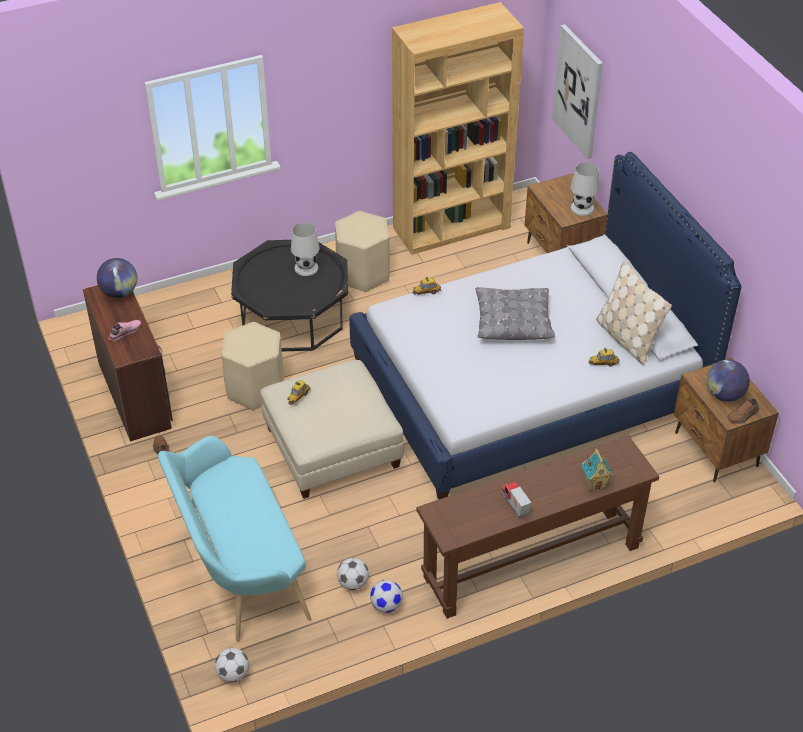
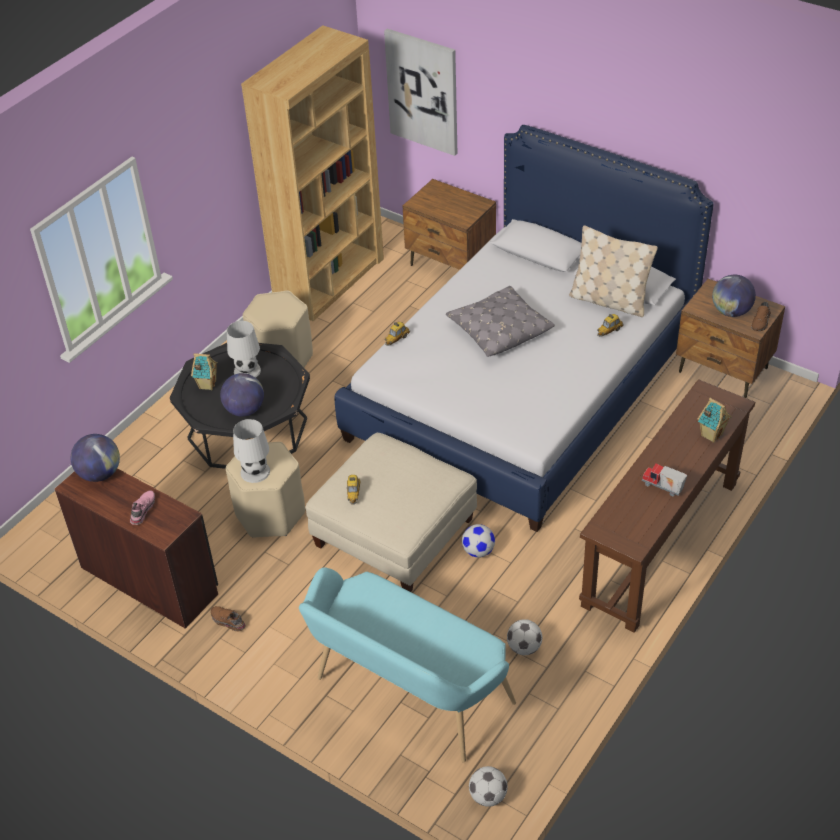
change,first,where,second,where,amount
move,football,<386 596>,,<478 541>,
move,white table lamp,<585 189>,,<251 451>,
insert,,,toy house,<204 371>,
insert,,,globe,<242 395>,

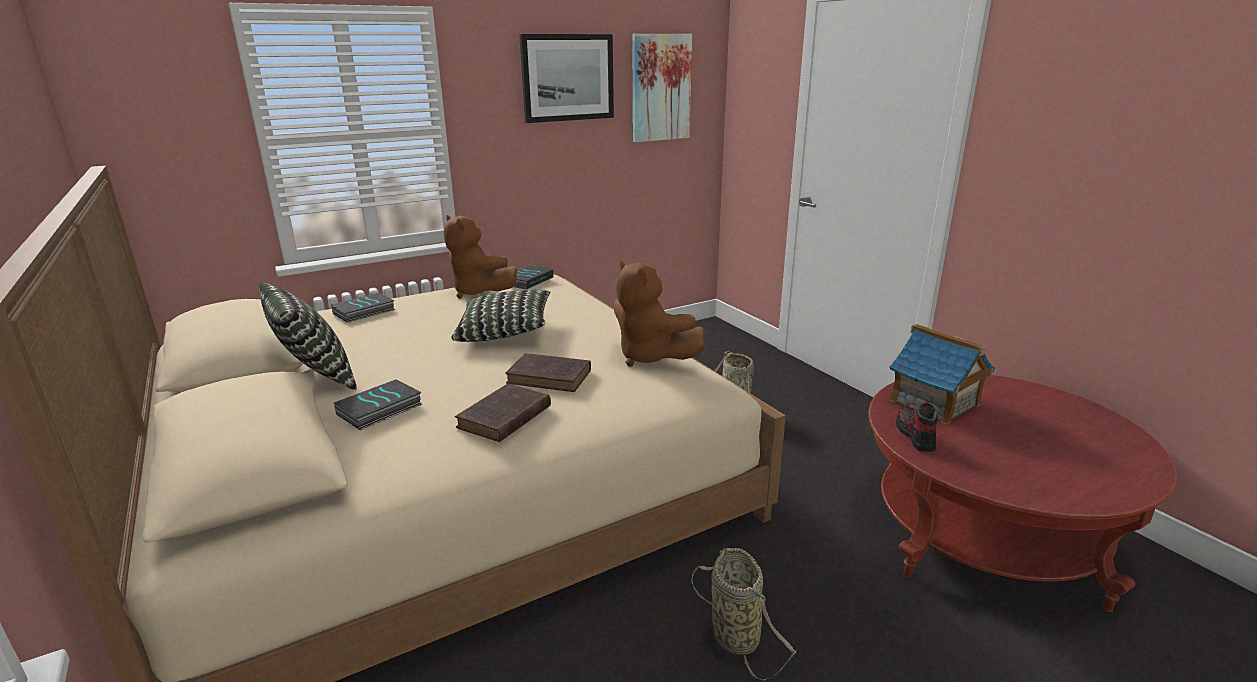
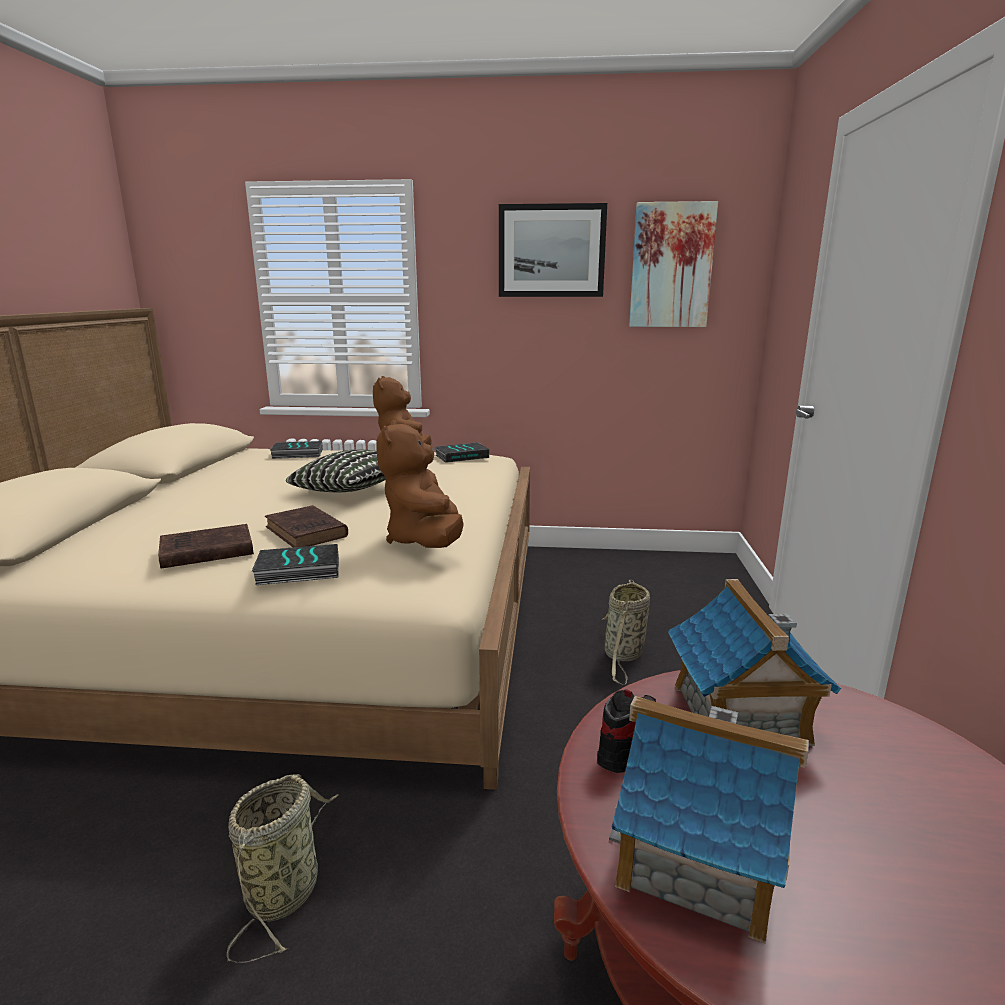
change,first,where,second,where,amount
delete,pillow,<308 336>,,,
move,book,<378 404>,,<295 564>,
insert,,,toy house,<709 819>,

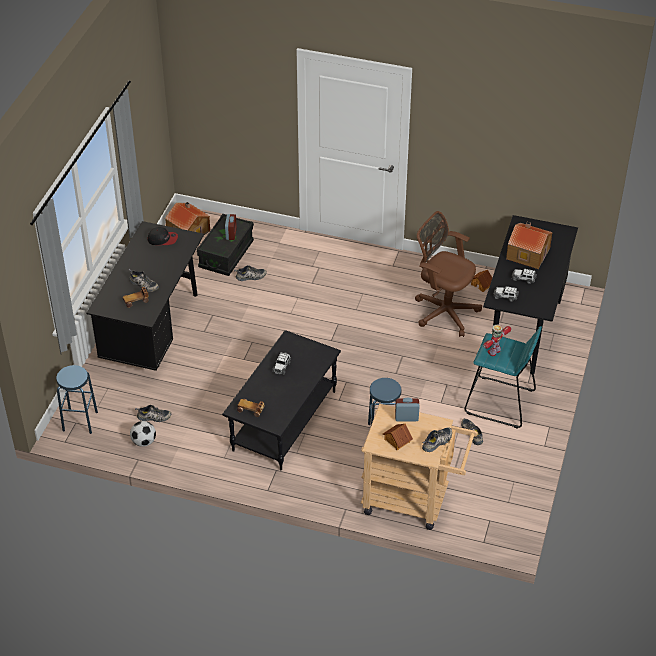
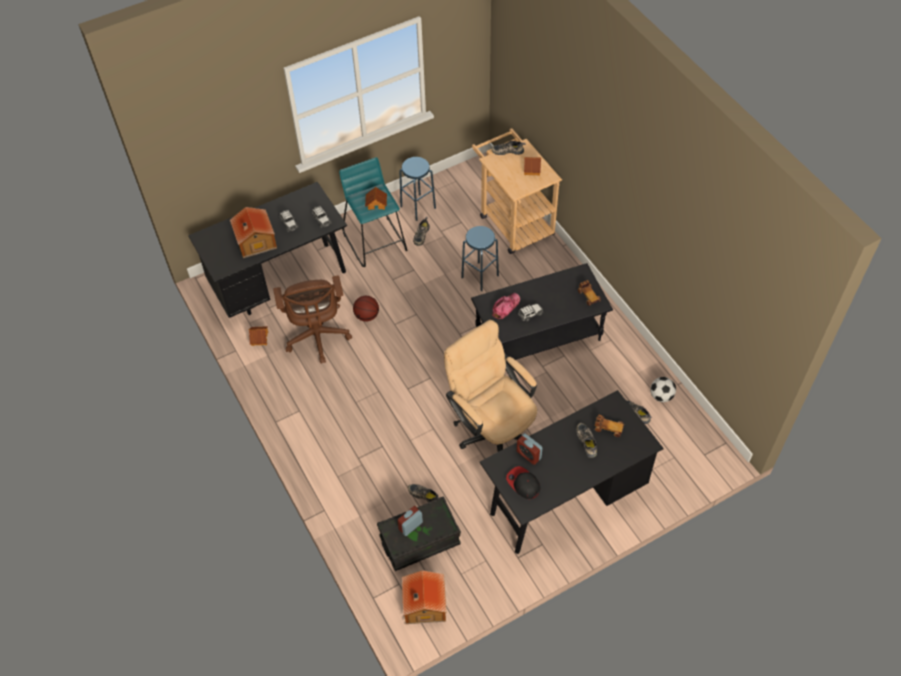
change,first,where,second,where,amount
move,blue stool,<77 399>,,<418 189>,
move,alarm clock,<407 409>,,<530 449>,
replace,toy robot,<497 340>,toy house,<376 198>,
insert,,,basketball,<366 309>,
insert,,,beige office chair,<490 386>,
insert,,,cap,<506 306>,

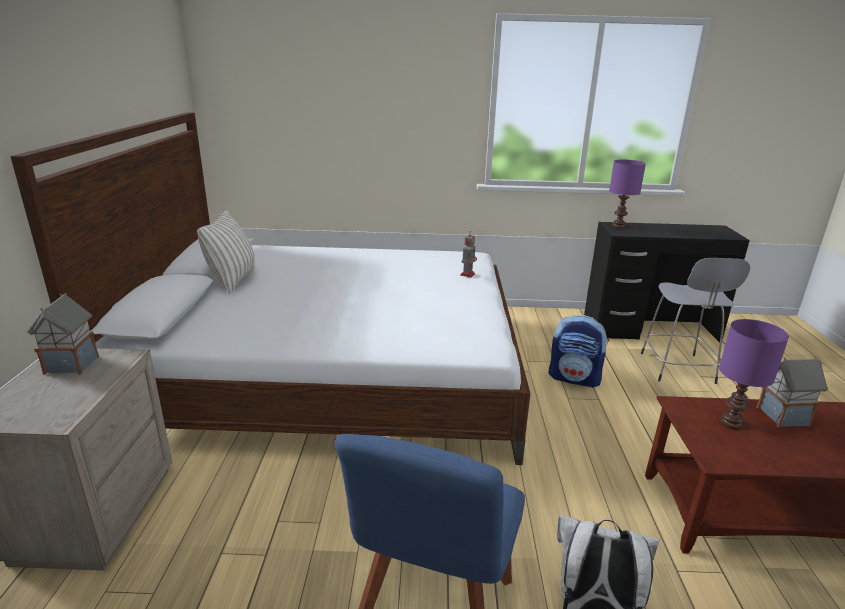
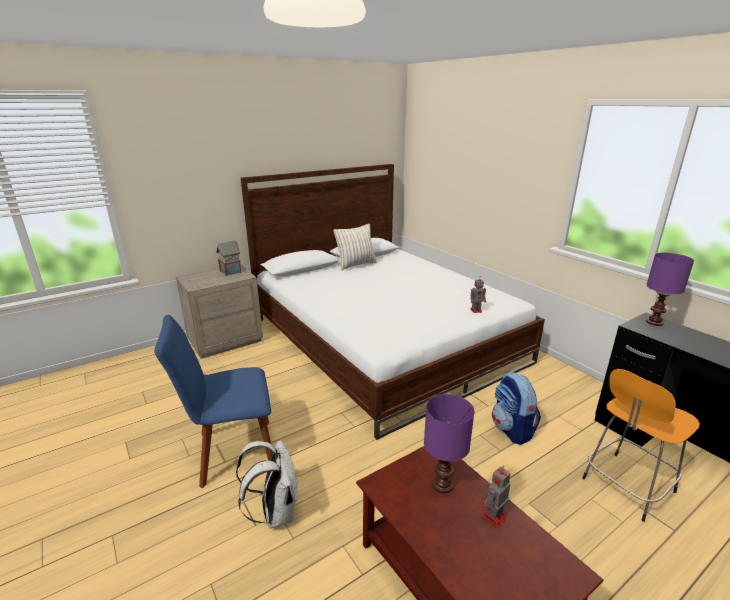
change,first,where,second,where,amount
recolor,grey stool,<695 321>,orange stool,<641 445>,
replace,toy house,<792 392>,toy robot,<496 496>,

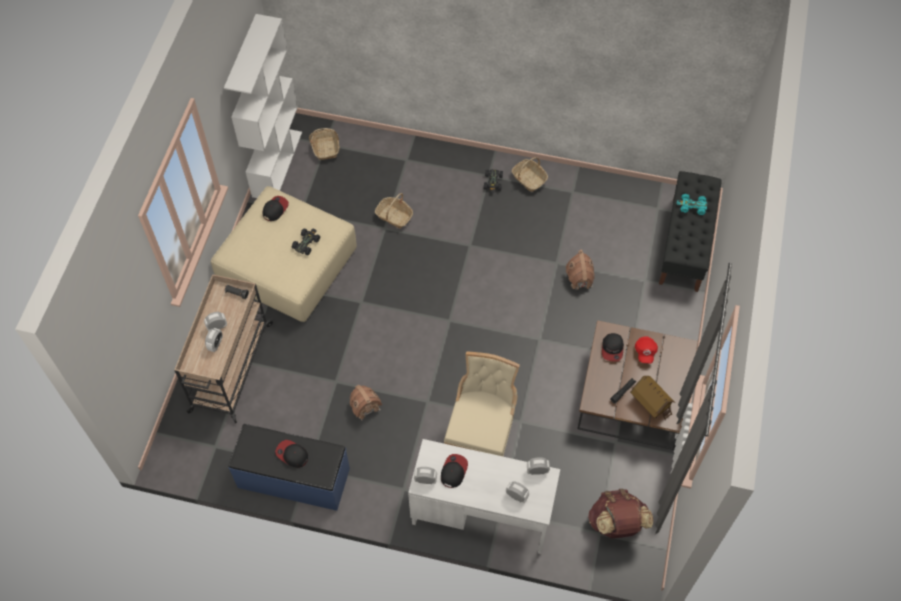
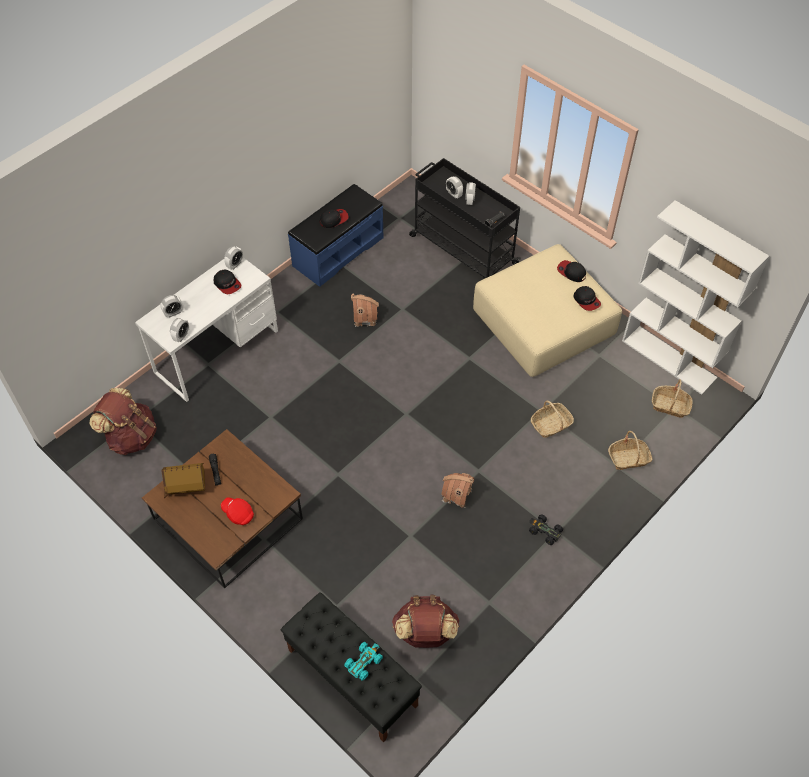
change,first,where,second,where,amount
recolor,beige cart,<223 348>,black cart,<465 218>,
delete,black toy car,<305 242>,,,
delete,beige chair,<482 404>,,,
move,basket,<530 174>,,<630 450>,
move,toy house,<580 270>,,<457 490>,
move,cap,<613 347>,,<571 271>,
insert,,,brown backpack,<425 621>,

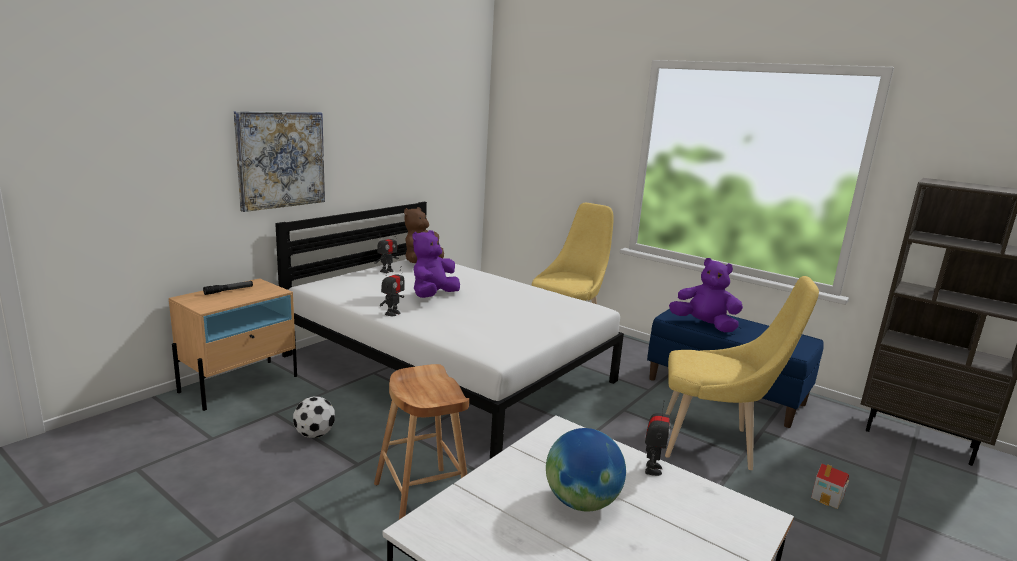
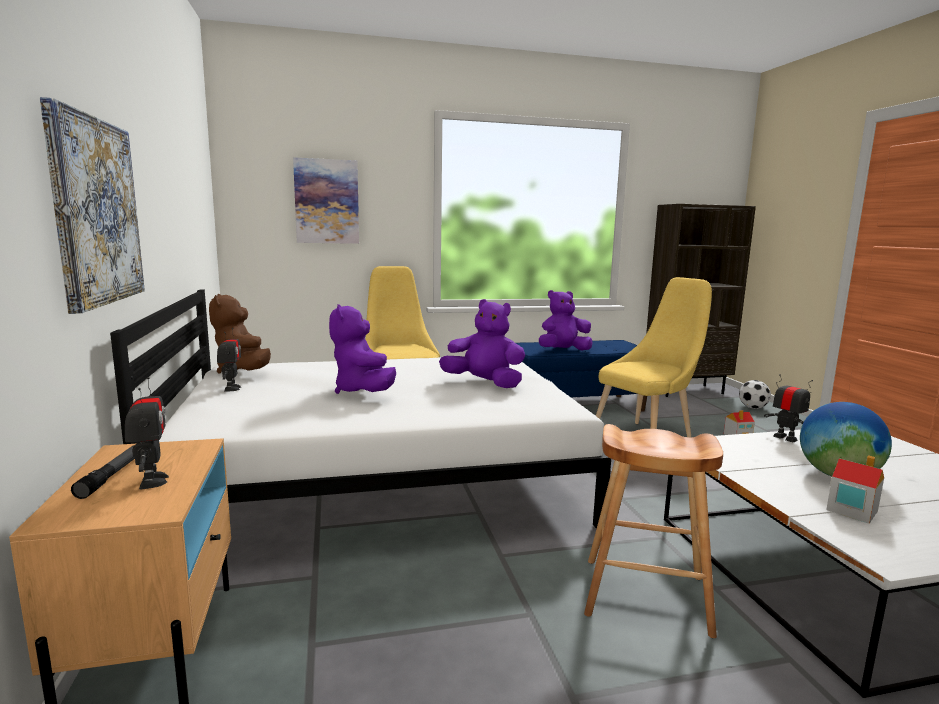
change,first,where,second,where,amount
move,football,<314 417>,,<755 394>,
move,toy robot,<392 291>,,<147 433>,
insert,,,picture,<326 200>,
insert,,,purple plush toy,<482 343>,
insert,,,toy house,<855 489>,

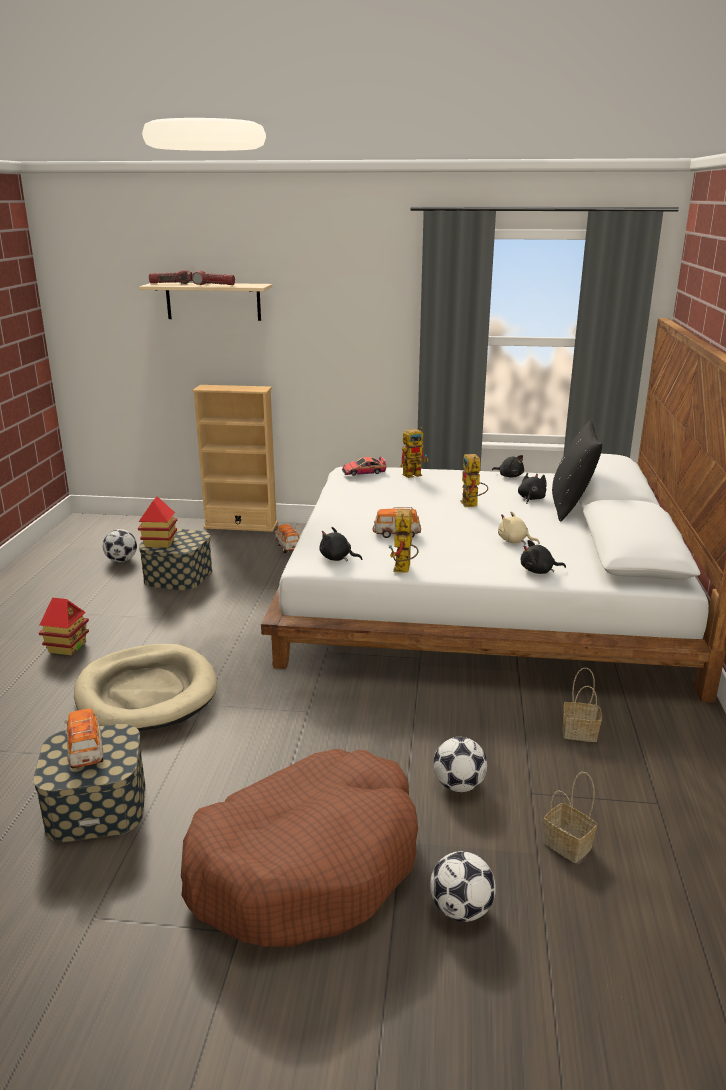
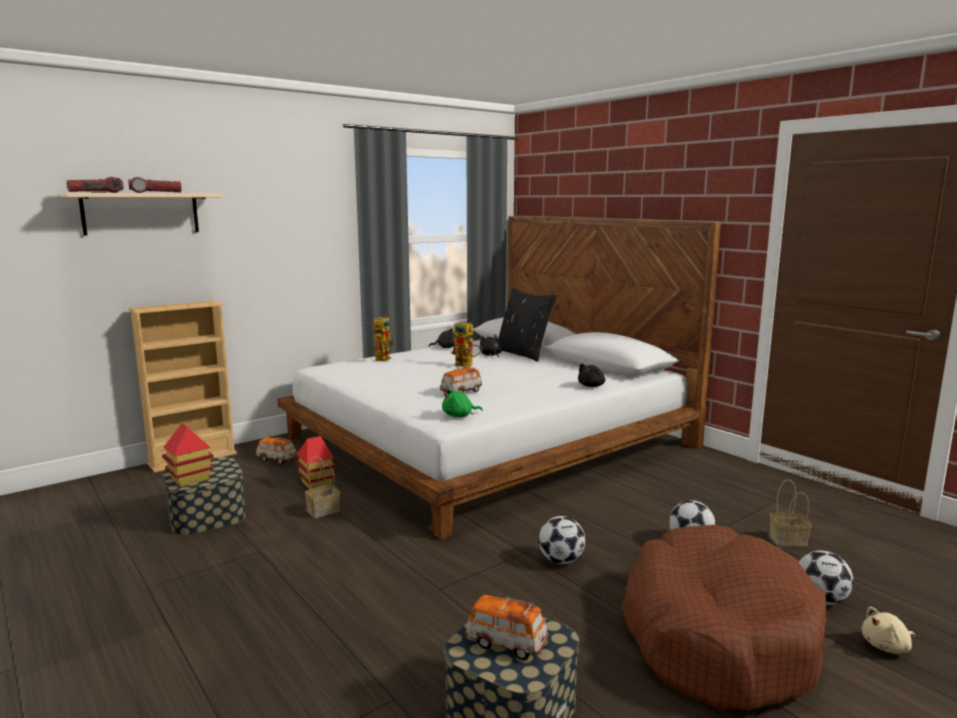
change,first,where,second,where,amount
move,toy house,<64 626>,,<316 462>,
delete,beige dog bed,<145 687>,,,
move,football,<120 545>,,<562 540>,
recolor,black plush toy,<340 544>,green plush toy,<462 402>,
delete,toy car,<364 466>,,,
delete,toy robot,<403 541>,,,
move,beige plush toy,<519 528>,,<888 630>,
move,basket,<582 705>,,<322 487>,

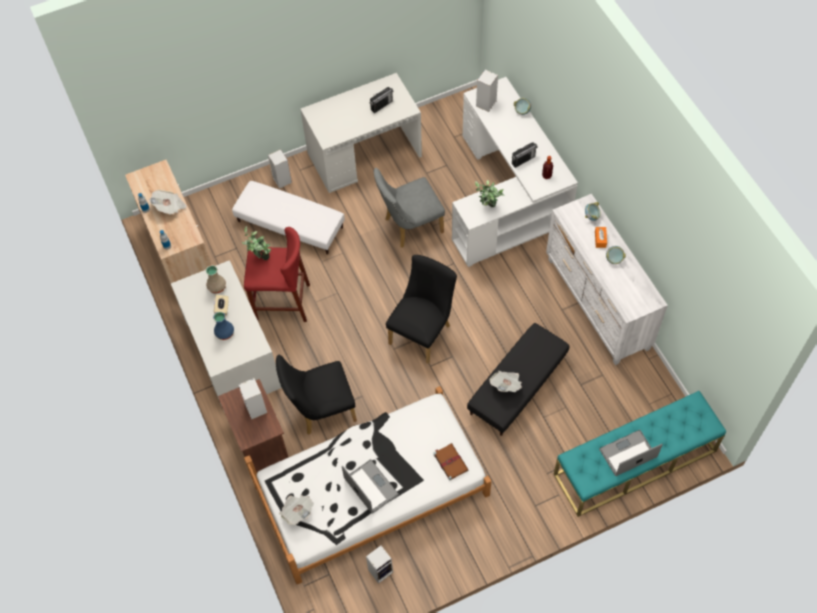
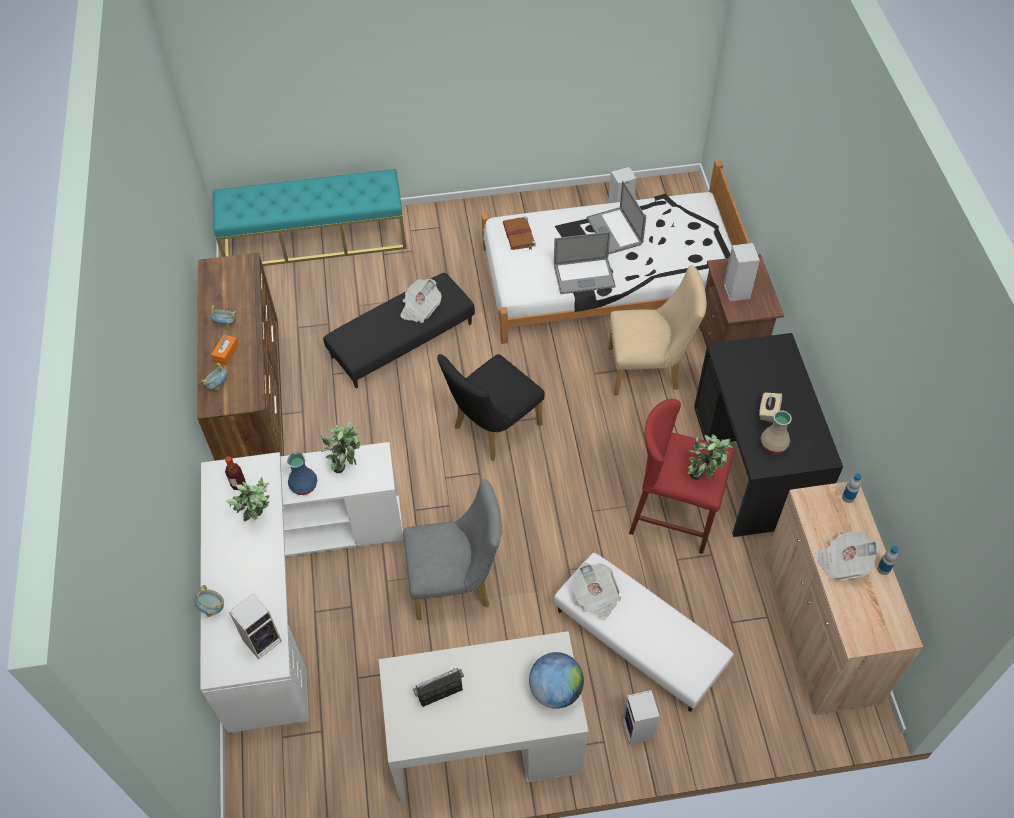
change,first,where,second,where,amount
recolor,white desk,<226 335>,black desk,<768 435>,
move,blue vase,<223 326>,,<302 473>,
recolor,black chair,<316 395>,beige chair,<657 330>,
move,newspaper,<296 510>,,<597 591>,
replace,radio,<525 155>,potted plant,<248 499>,
recolor,white dresser,<607 279>,brown dresser,<240 357>,
move,laptop,<631 453>,,<585 263>,
insert,,,globe,<556 680>,

